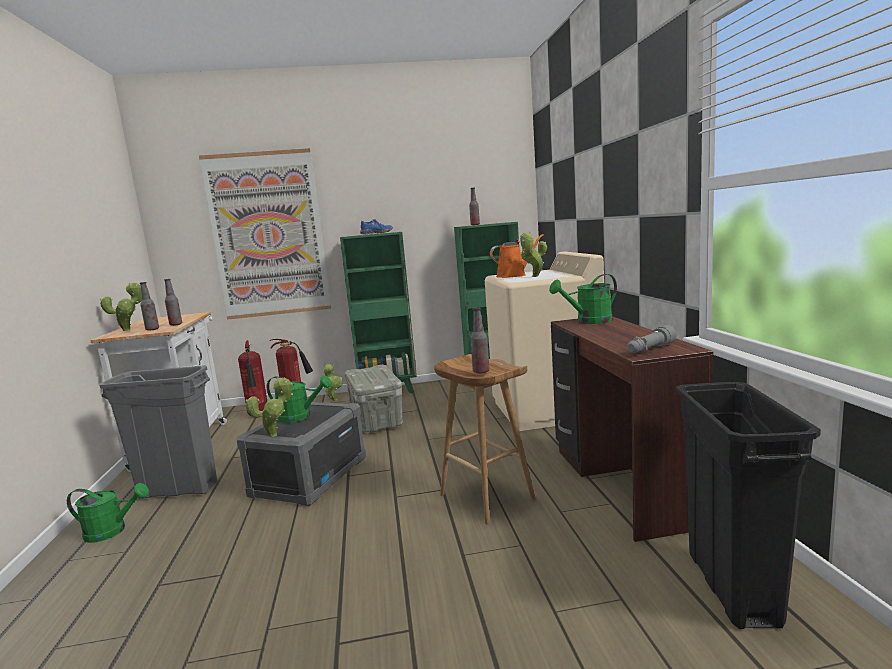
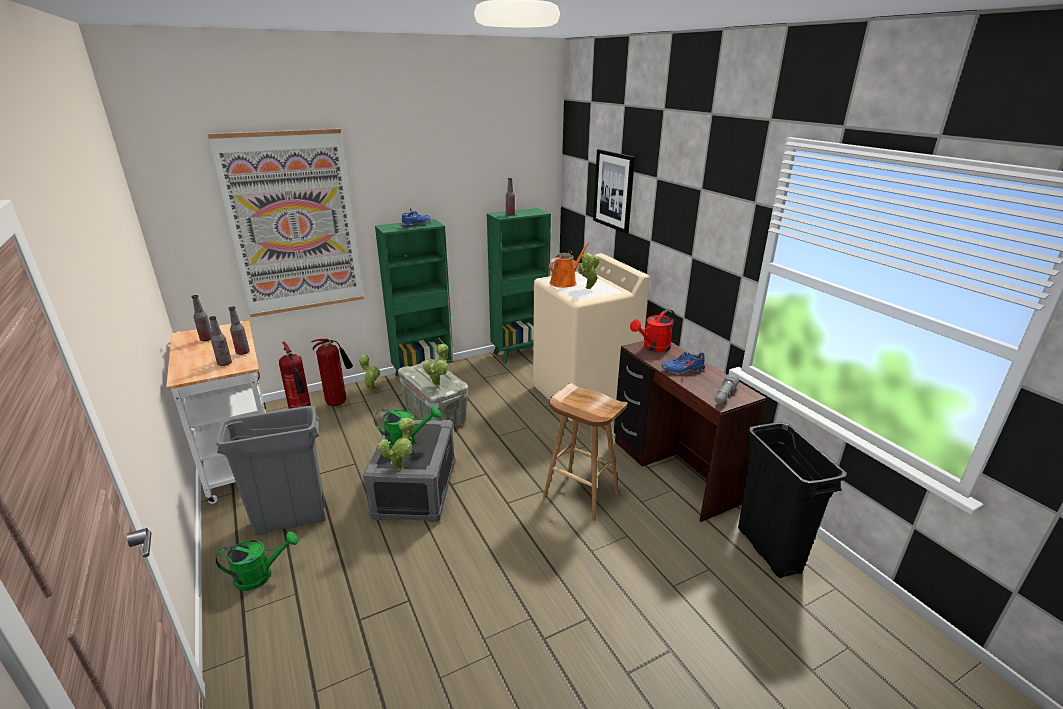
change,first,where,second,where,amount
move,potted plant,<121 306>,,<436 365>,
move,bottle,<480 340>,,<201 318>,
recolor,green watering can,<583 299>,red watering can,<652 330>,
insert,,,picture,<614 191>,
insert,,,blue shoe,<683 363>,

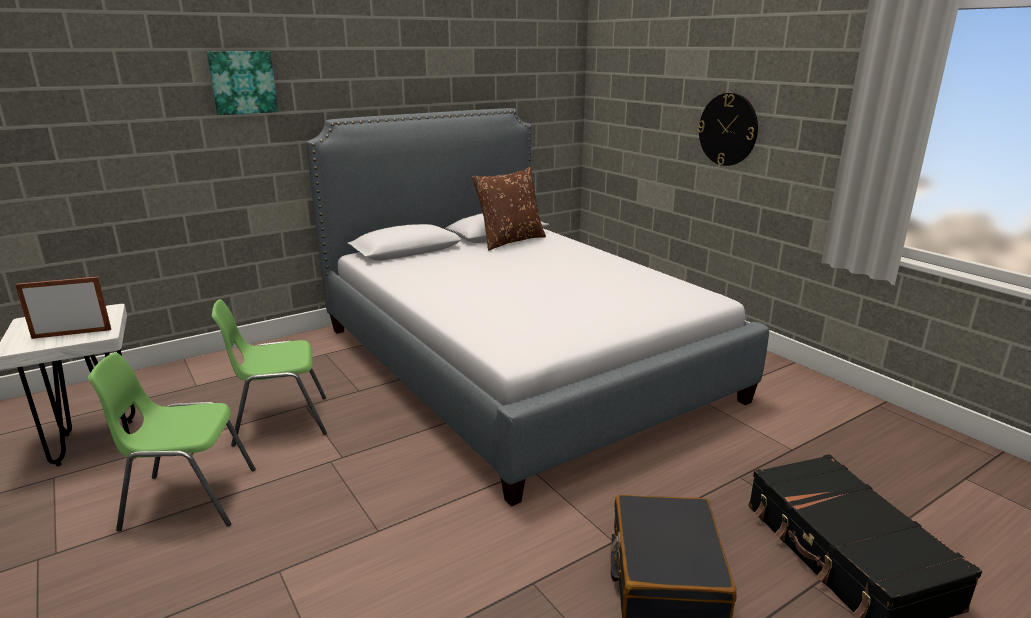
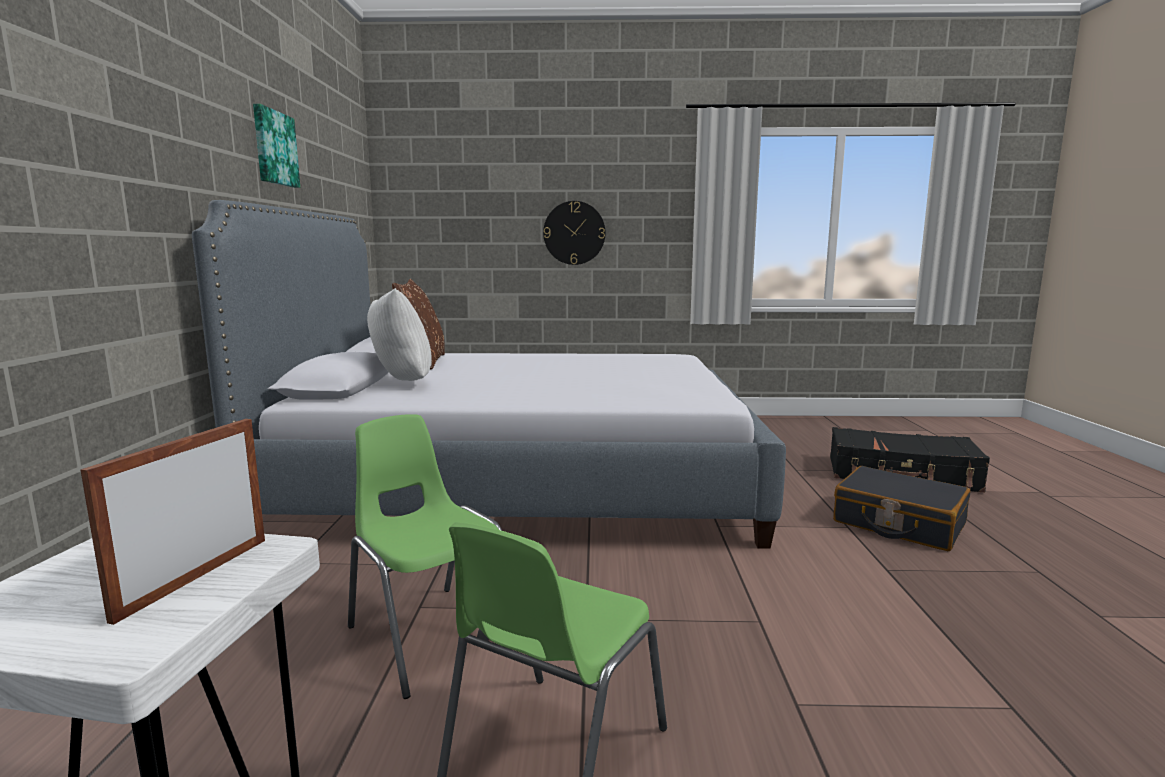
change,first,where,second,where,amount
move,picture,<242 83>,,<276 146>,
rotate,green chair,<269 373>,,<425 557>,120 degrees clockwise
insert,,,white pillow,<399 334>,

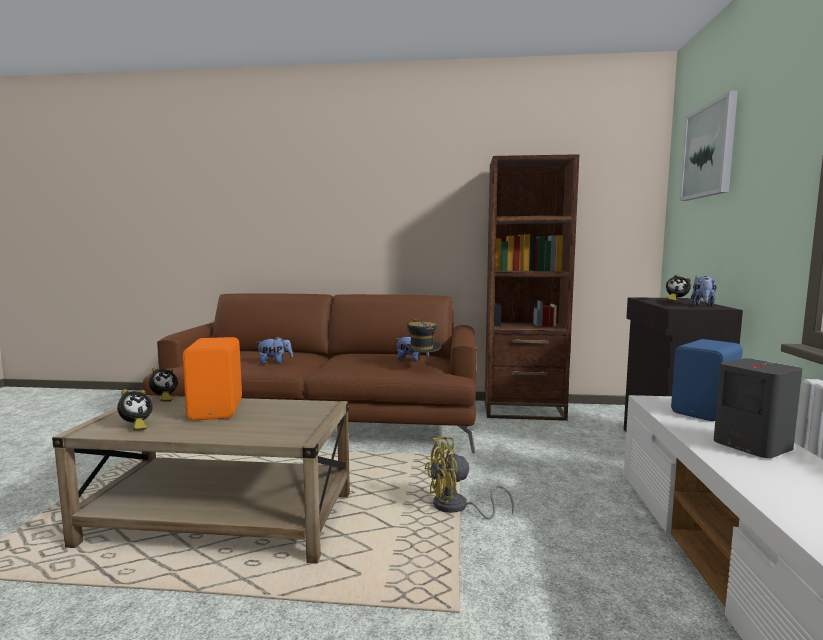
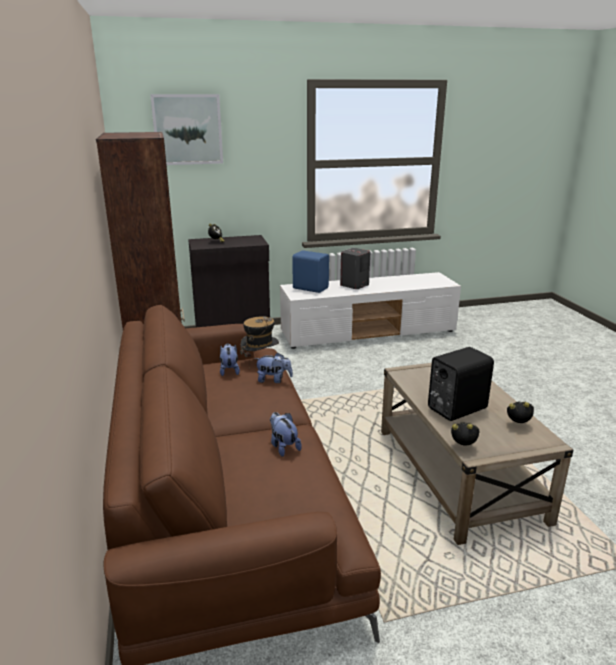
change,first,where,second,where,amount
recolor,orange speaker,<212 378>,black speaker,<461 384>,
delete,yellow fan,<469 477>,,,
move,plush toy,<704 291>,,<273 367>,

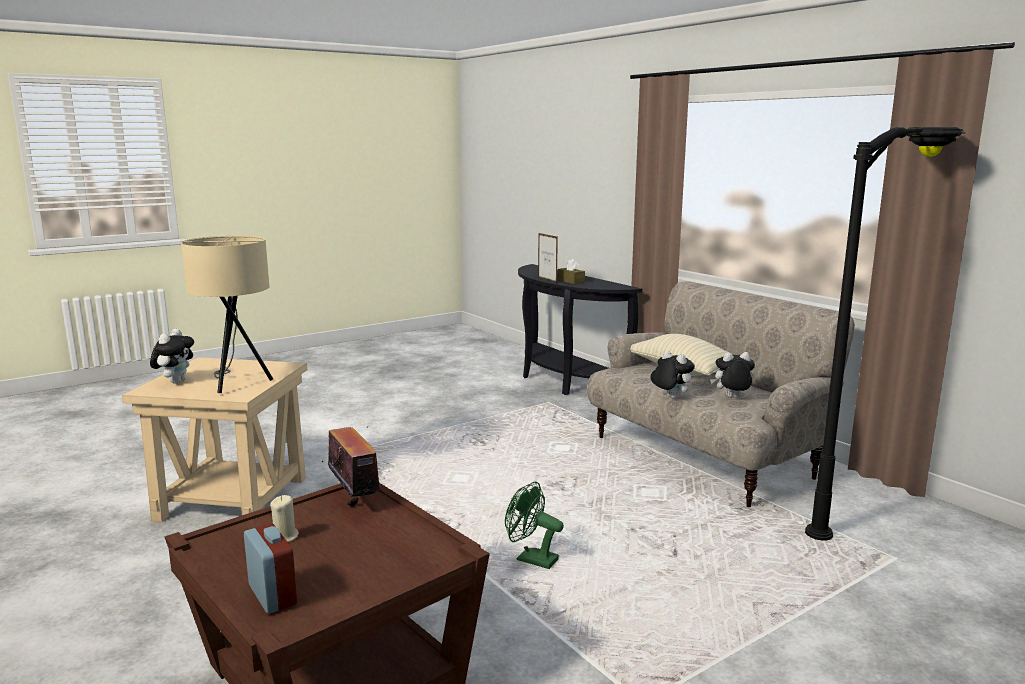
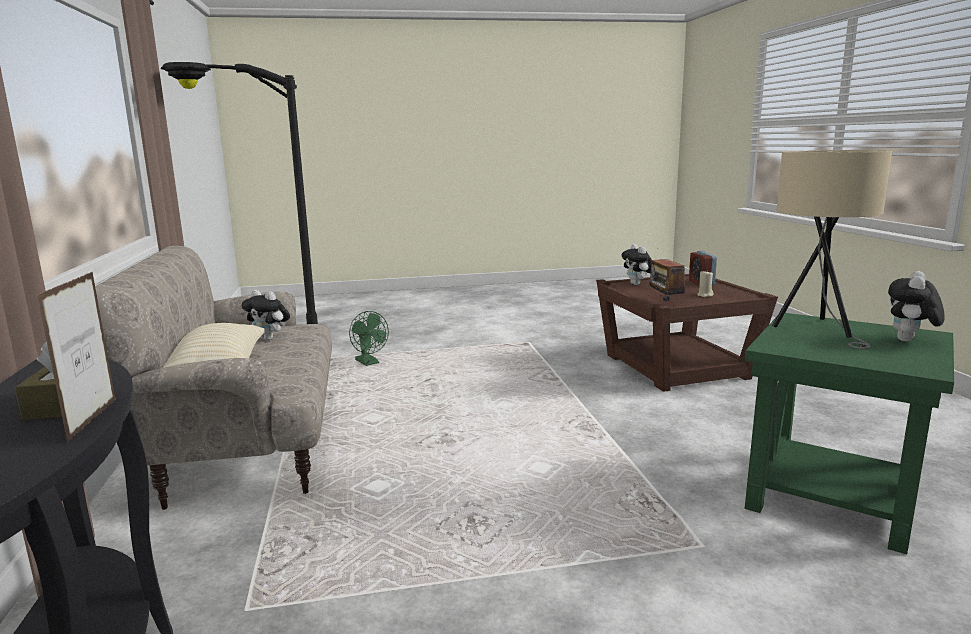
change,first,where,second,where,amount
recolor,beige side table,<214 439>,green side table,<849 433>,
move,green fan,<534 525>,,<369 338>,
move,plush toy,<672 375>,,<636 264>,

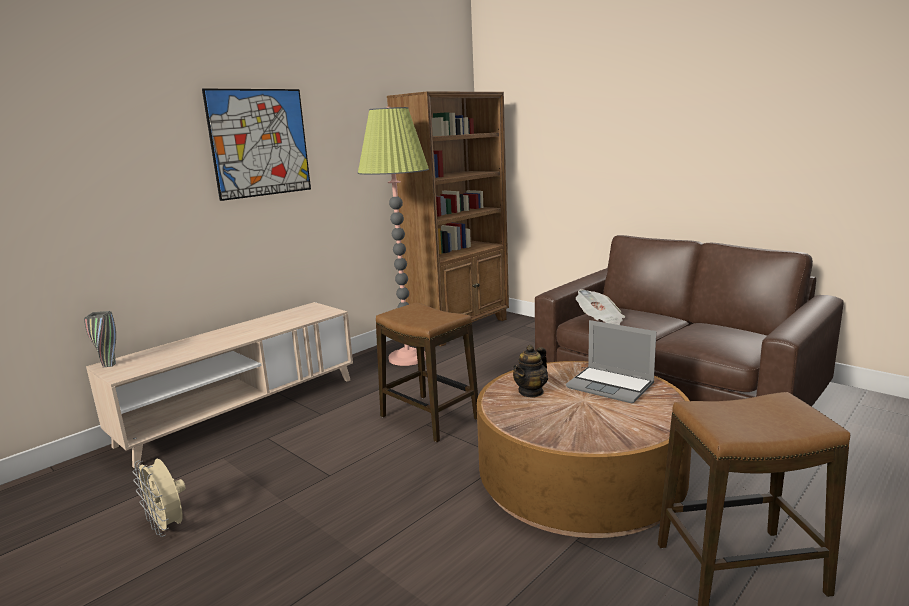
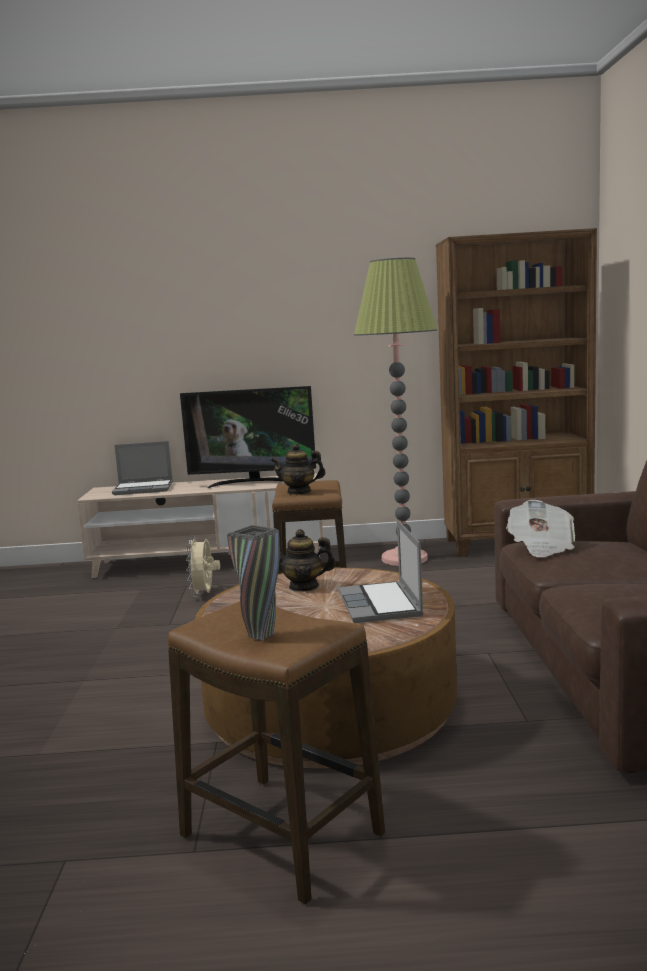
change,first,where,second,where,amount
move,grey vase,<100 339>,,<253 583>,
move,beige fan,<159 497>,,<203 566>,
delete,picture,<256 145>,,,
insert,,,laptop,<142 468>,
insert,,,television,<248 437>,
insert,,,teapot,<298 469>,

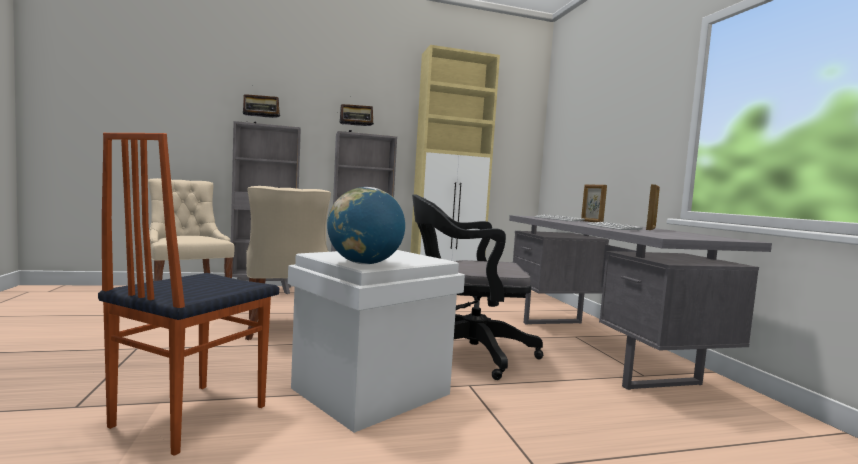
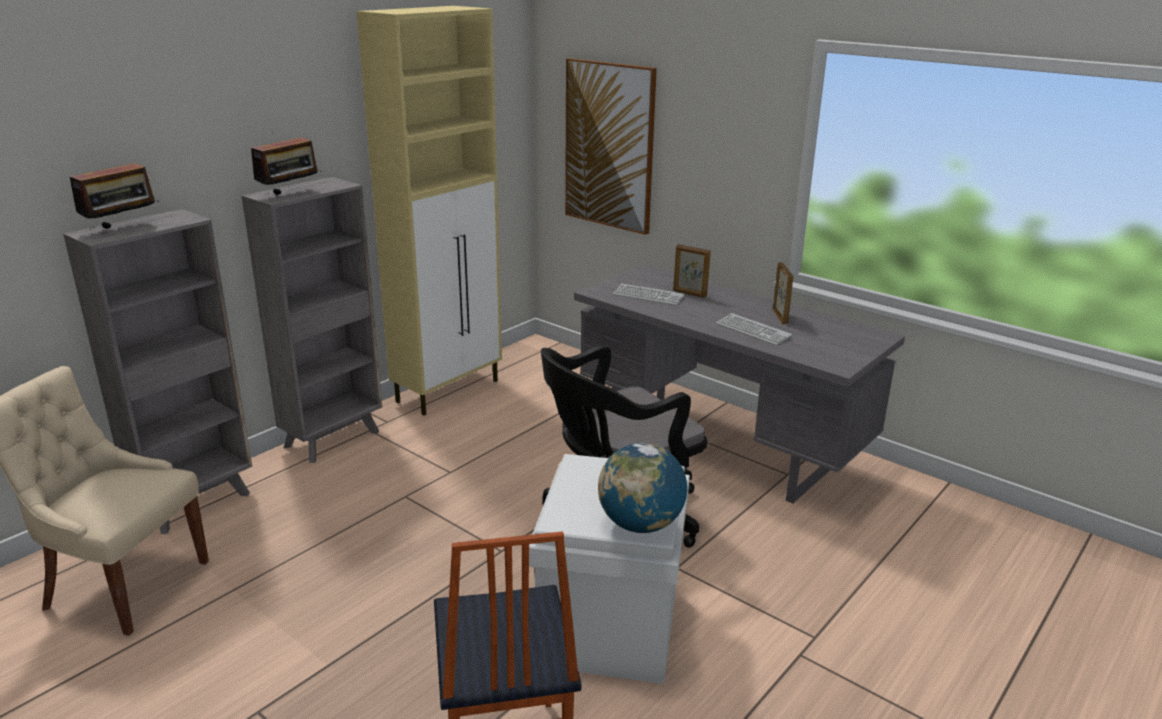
change,first,where,second,where,amount
delete,beige chair,<288 263>,,,
insert,,,picture,<611 146>,

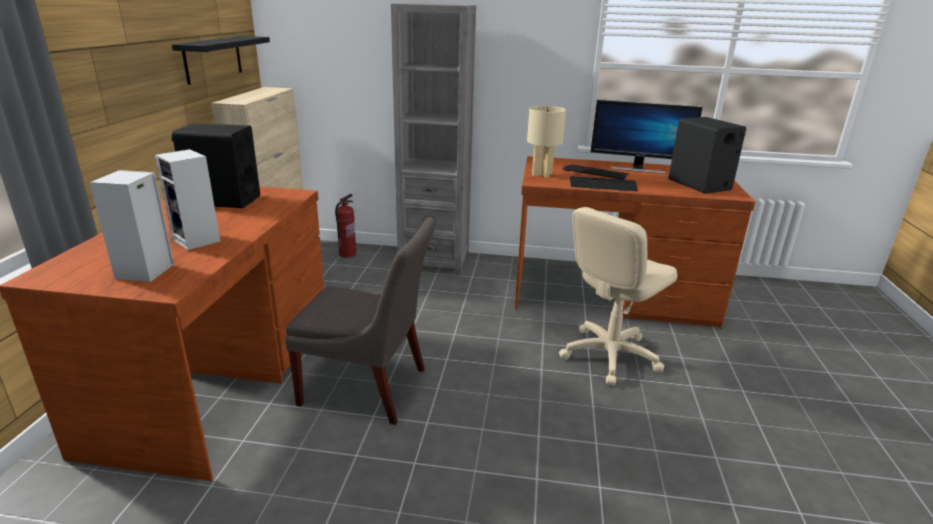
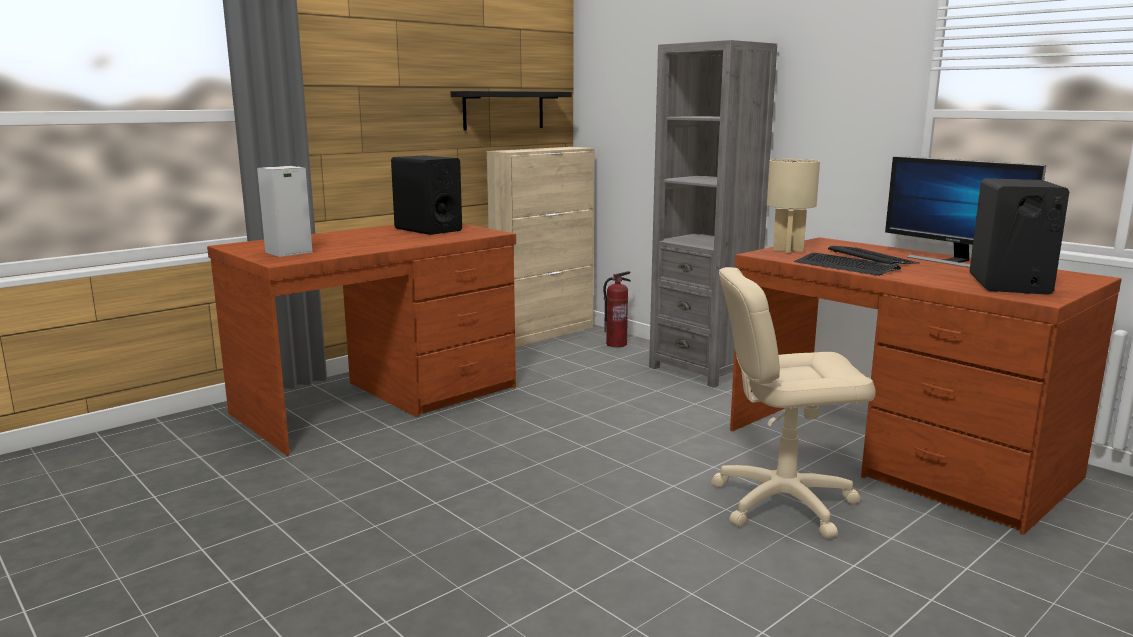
change,first,where,second,where,amount
delete,speaker,<187 199>,,,
delete,grey chair,<360 321>,,,

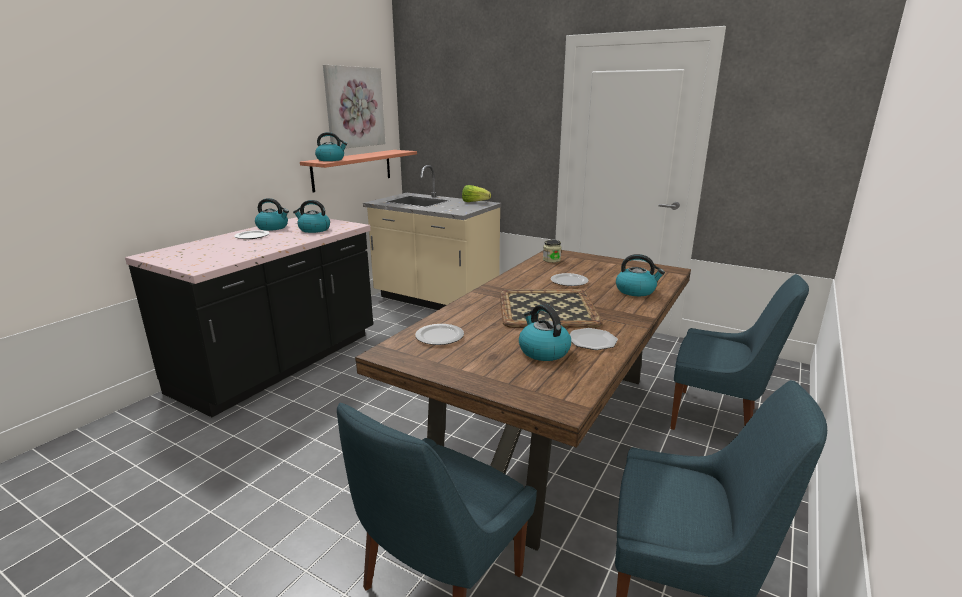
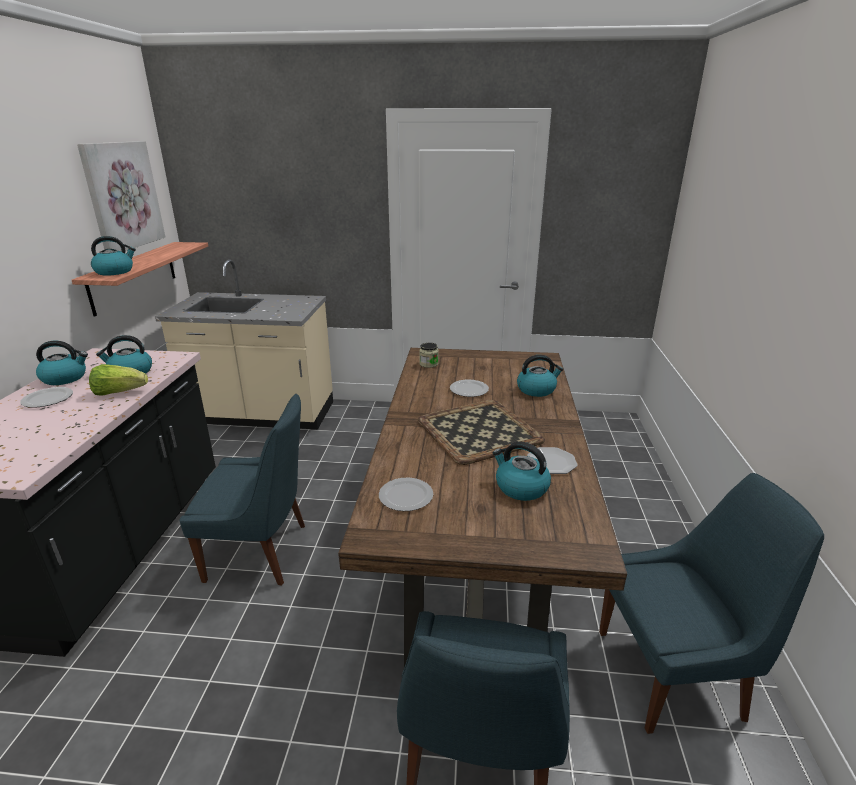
change,first,where,second,where,amount
move,lettuce,<476 193>,,<118 380>,
move,blue chair,<739 352>,,<242 490>,

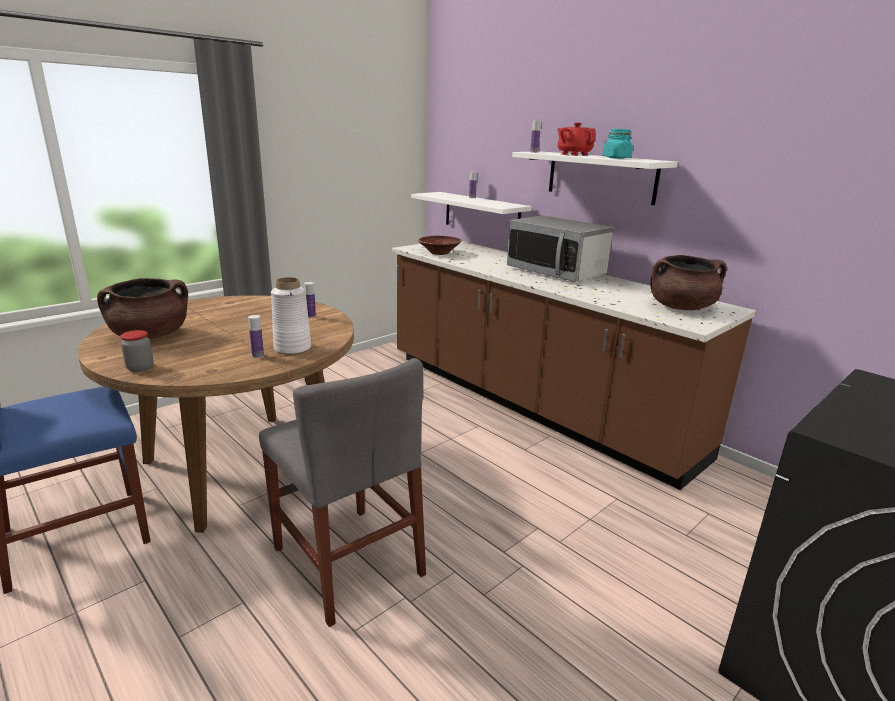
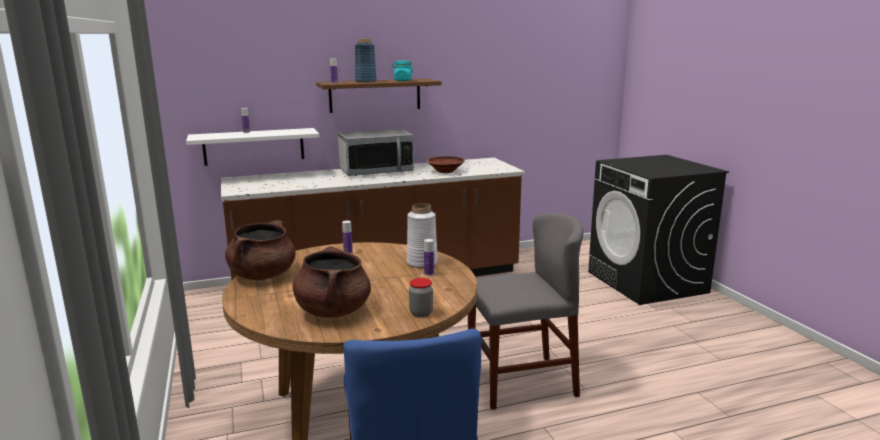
change,first,where,second,where,amount
move,brown bowl,<440 245>,,<446 164>,
recolor,white shelf,<595 178>,brown shelf,<379 96>,
replace,red teapot,<577 139>,blue vase,<366 61>,
move,brown cooking pot,<688 282>,,<260 250>,

